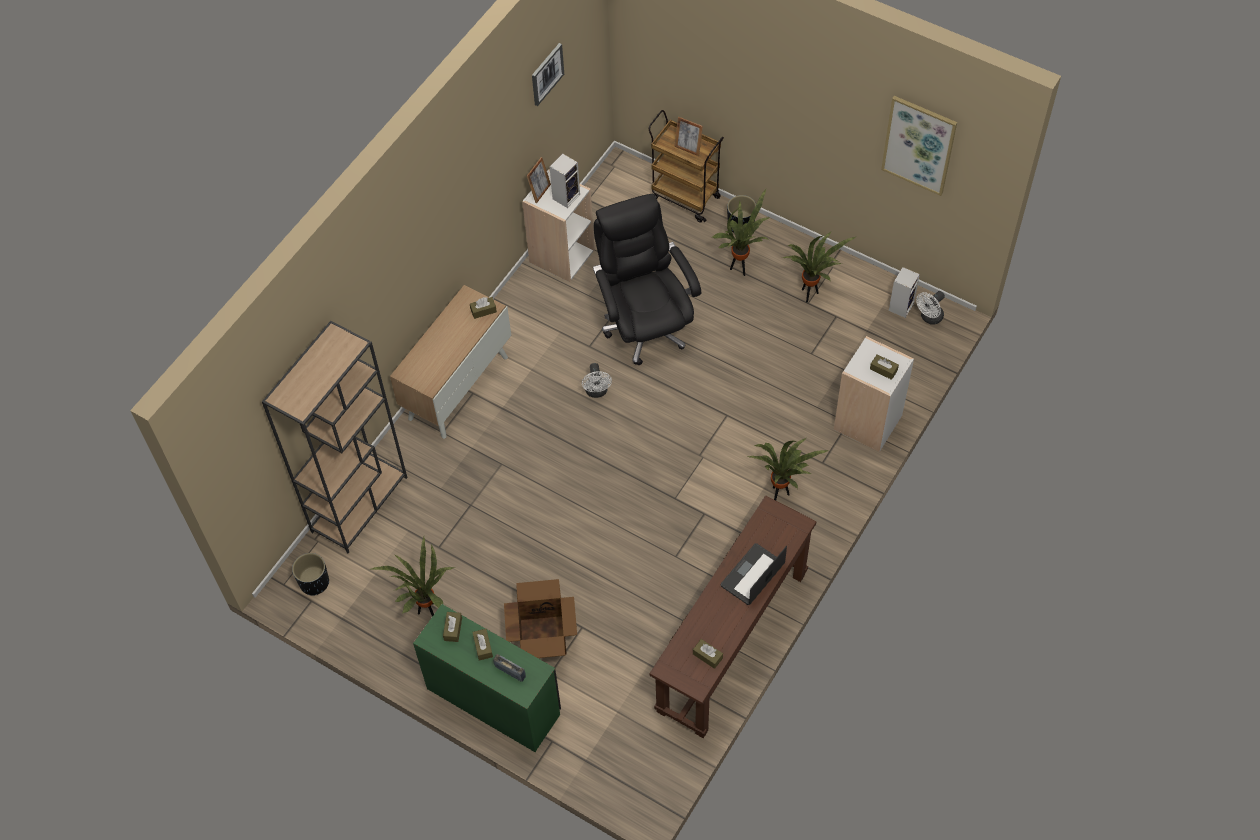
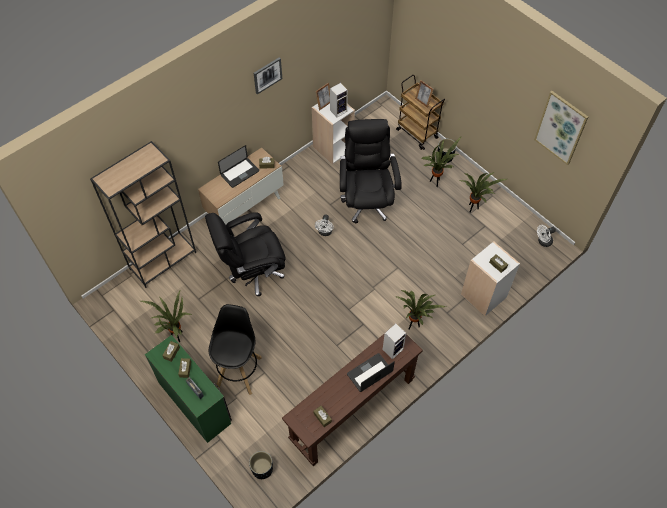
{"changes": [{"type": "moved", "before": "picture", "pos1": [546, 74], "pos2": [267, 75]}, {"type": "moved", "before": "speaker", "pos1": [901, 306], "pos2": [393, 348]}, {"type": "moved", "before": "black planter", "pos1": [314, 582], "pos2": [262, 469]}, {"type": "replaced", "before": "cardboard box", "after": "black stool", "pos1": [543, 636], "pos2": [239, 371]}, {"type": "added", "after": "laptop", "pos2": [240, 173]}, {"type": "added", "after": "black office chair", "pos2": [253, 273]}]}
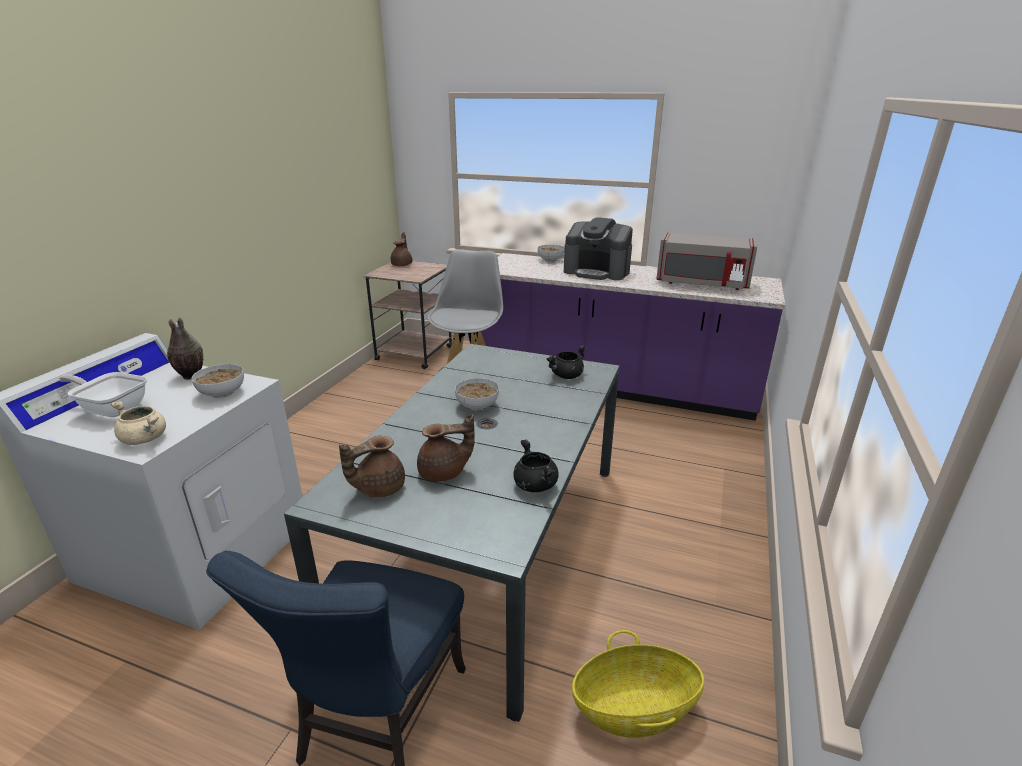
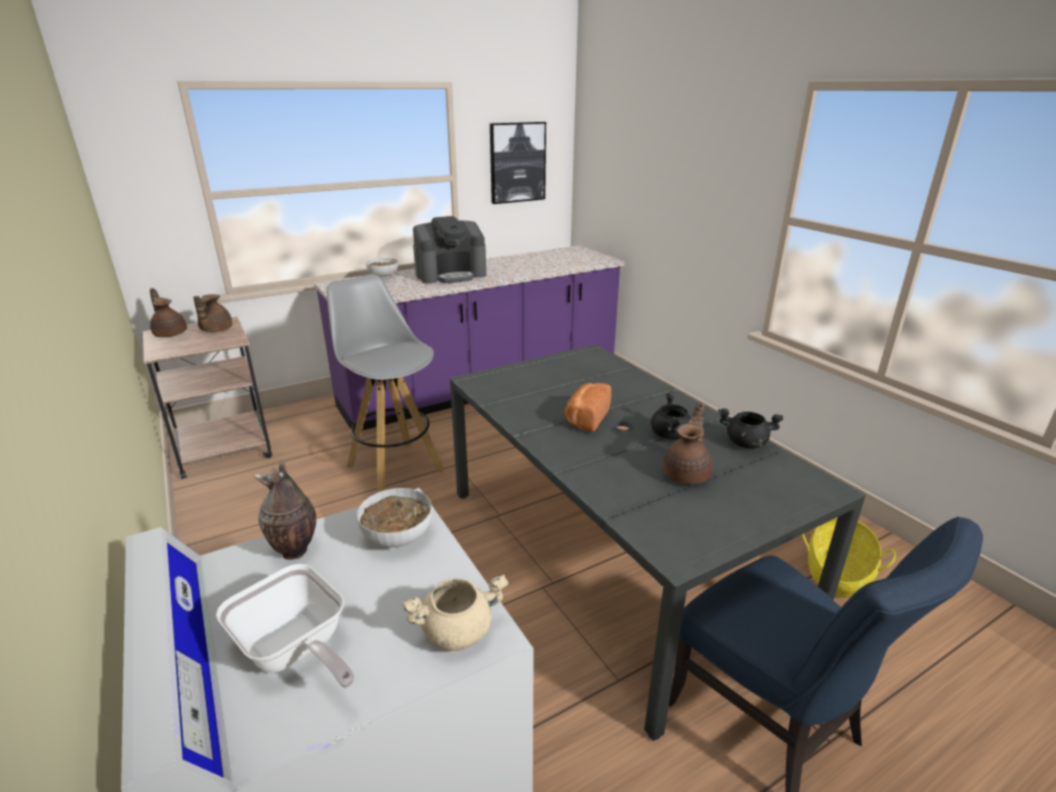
{"changes": [{"type": "removed", "before": "grey microwave", "pos1": [701, 284]}, {"type": "moved", "before": "black cooking pot", "pos1": [566, 376], "pos2": [671, 435]}, {"type": "turned", "before": "frying pan", "pos1": [111, 408], "pos2": [295, 651], "turn": -105}, {"type": "replaced", "before": "bowl", "after": "bread", "pos1": [477, 406], "pos2": [586, 418]}, {"type": "moved", "before": "brown teapot", "pos1": [378, 488], "pos2": [215, 330]}, {"type": "added", "after": "picture", "pos2": [517, 162]}]}
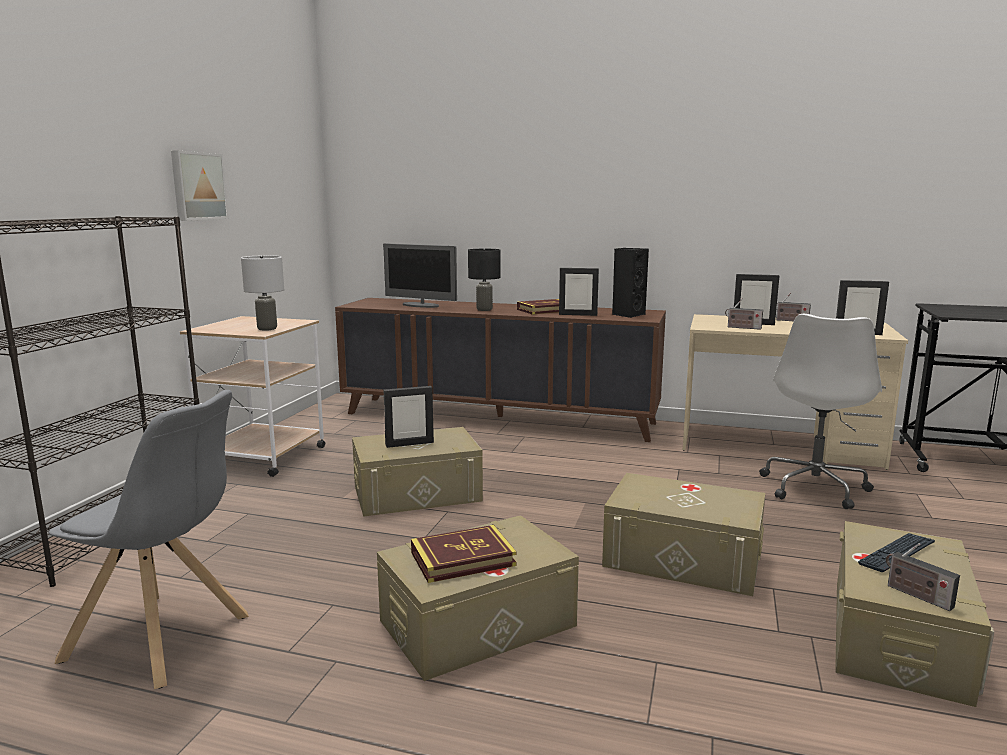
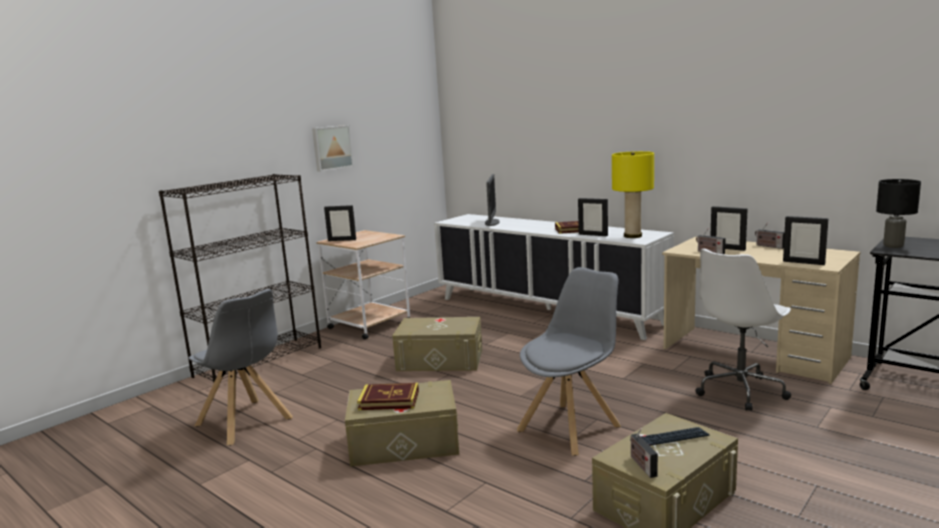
{"changes": [{"type": "turned", "before": "monitor", "pos1": [420, 305], "pos2": [492, 222], "turn": -135}, {"type": "moved", "before": "black table lamp", "pos1": [485, 310], "pos2": [894, 246]}, {"type": "replaced", "before": "black speaker", "after": "yellow table lamp", "pos1": [628, 314], "pos2": [632, 236]}, {"type": "removed", "before": "white table lamp", "pos1": [266, 329]}, {"type": "recoloured", "before": "brown cabinet", "after": "white cabinet", "pos1": [498, 418], "pos2": [546, 310]}, {"type": "moved", "before": "picture frame", "pos1": [409, 443], "pos2": [342, 240]}, {"type": "replaced", "before": "beige storage box", "after": "grey chair", "pos1": [682, 559], "pos2": [571, 426]}]}
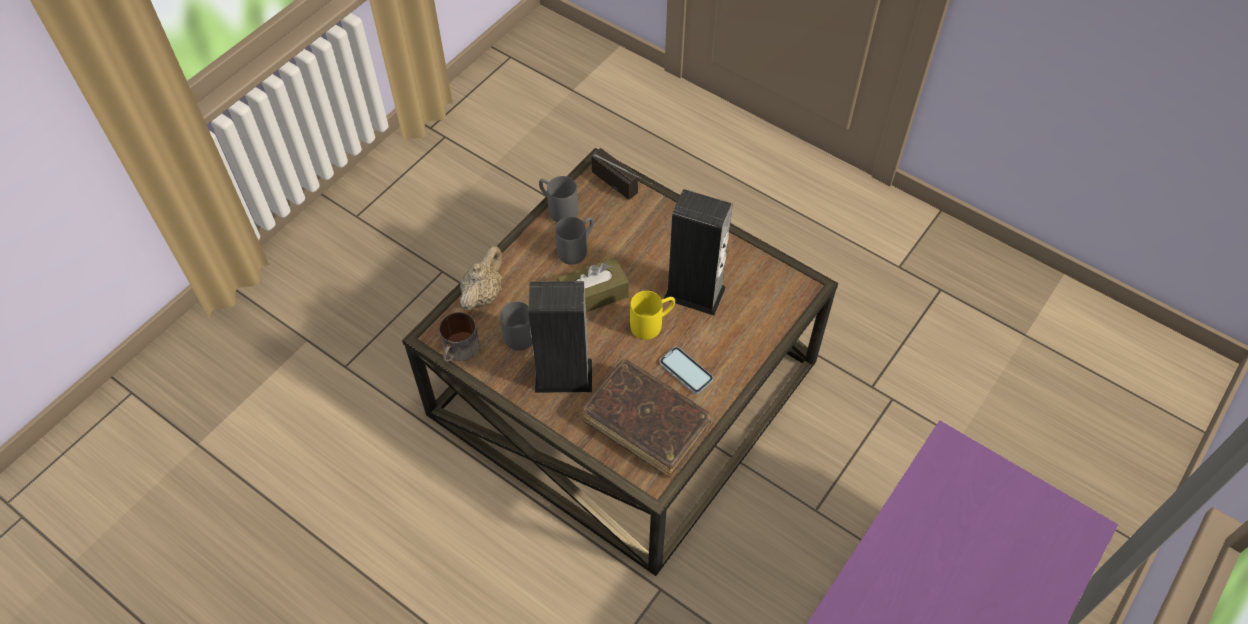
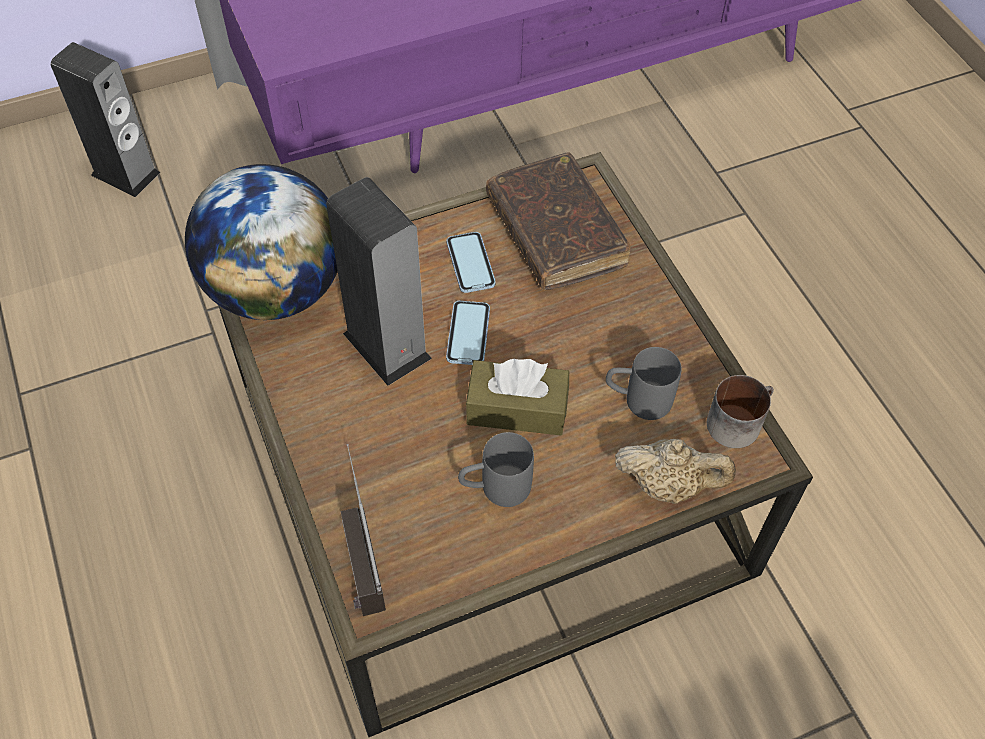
{"changes": [{"type": "removed", "before": "grey mug", "pos1": [557, 209]}, {"type": "turned", "before": "beige teapot", "pos1": [483, 294], "pos2": [668, 485], "turn": -135}, {"type": "moved", "before": "speaker", "pos1": [563, 375], "pos2": [125, 174]}, {"type": "replaced", "before": "yellow mug", "after": "phone", "pos1": [652, 324], "pos2": [468, 334]}, {"type": "added", "after": "globe", "pos2": [276, 289]}]}
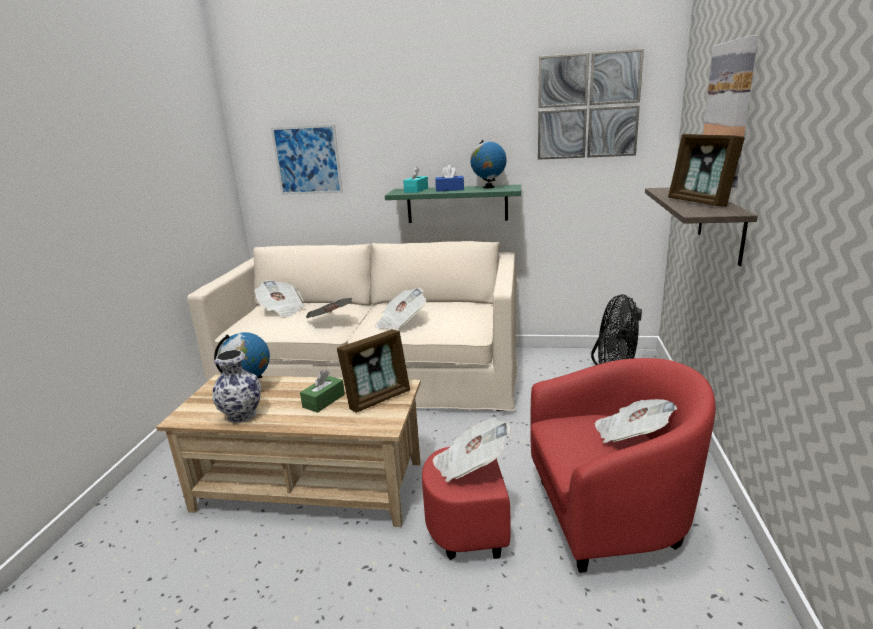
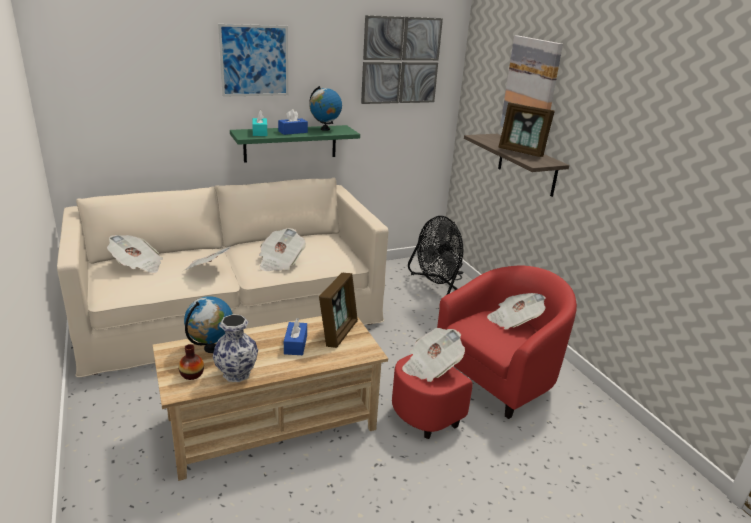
{"changes": [{"type": "moved", "before": "picture", "pos1": [307, 160], "pos2": [254, 61]}, {"type": "recoloured", "before": "green tissue box", "after": "blue tissue box", "pos1": [324, 401], "pos2": [295, 344]}, {"type": "added", "after": "vase", "pos2": [192, 374]}]}
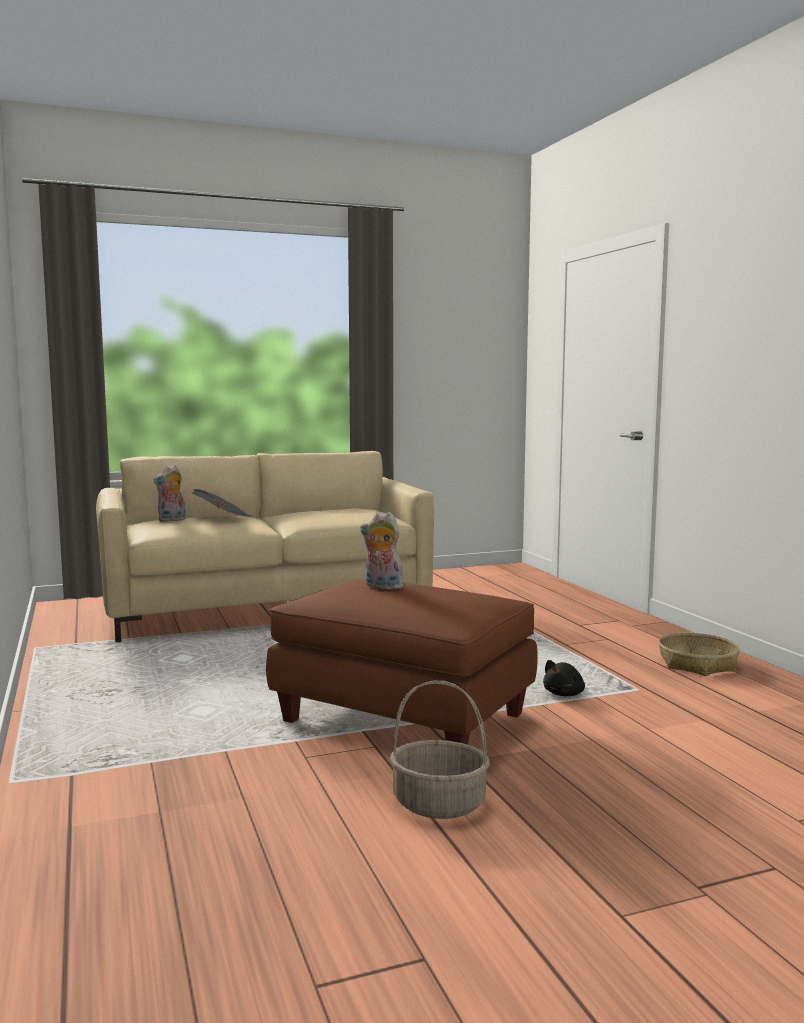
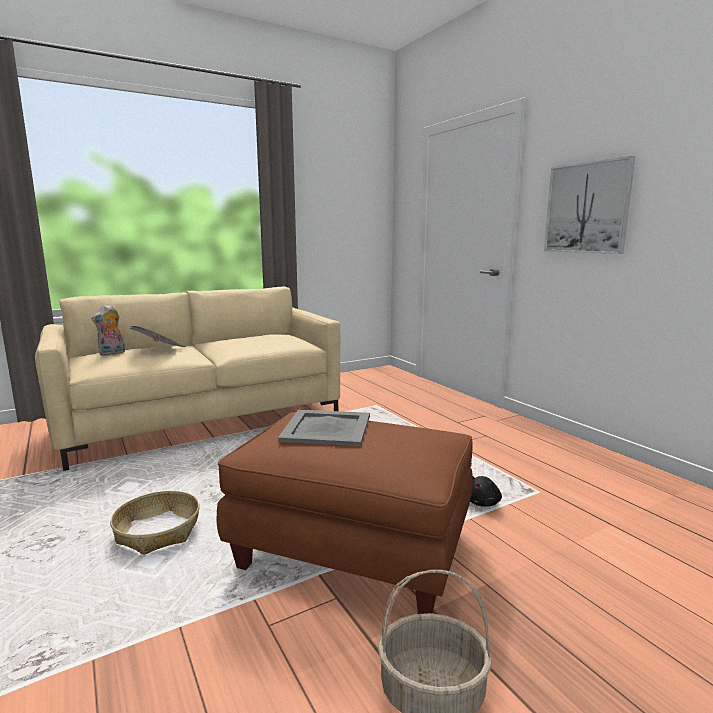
{"changes": [{"type": "replaced", "before": "plush toy", "after": "grey tray", "pos1": [381, 587], "pos2": [327, 427]}, {"type": "moved", "before": "basket", "pos1": [697, 664], "pos2": [157, 531]}, {"type": "added", "after": "picture", "pos2": [587, 208]}]}
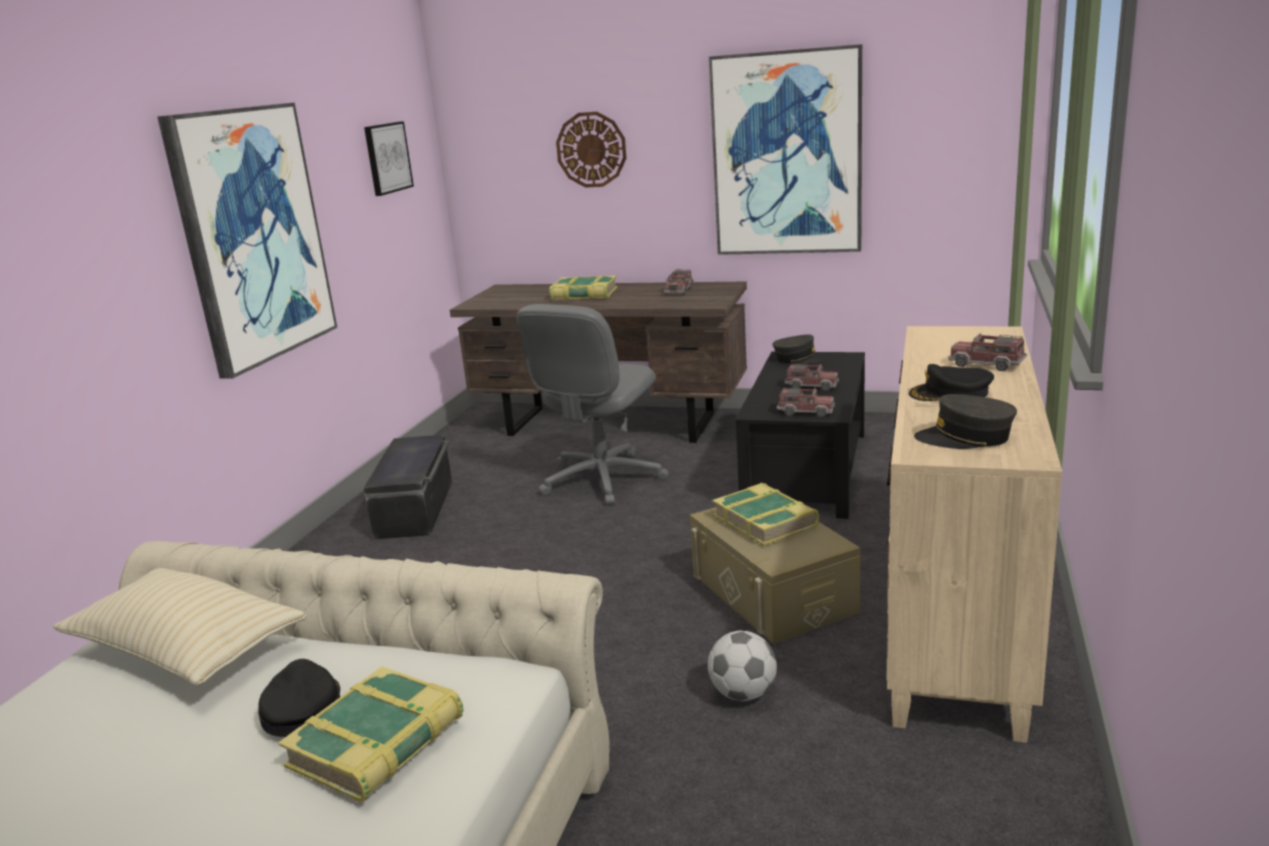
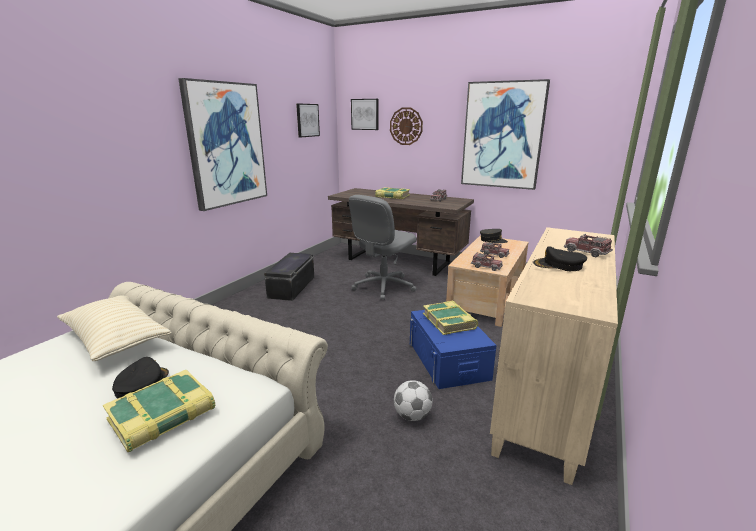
{"changes": [{"type": "recoloured", "before": "black coffee table", "after": "beige coffee table", "pos1": [805, 470], "pos2": [486, 298]}, {"type": "removed", "before": "grey cap", "pos1": [965, 438]}, {"type": "recoloured", "before": "beige storage box", "after": "blue storage box", "pos1": [772, 592], "pos2": [448, 360]}, {"type": "added", "after": "picture", "pos2": [365, 114]}]}
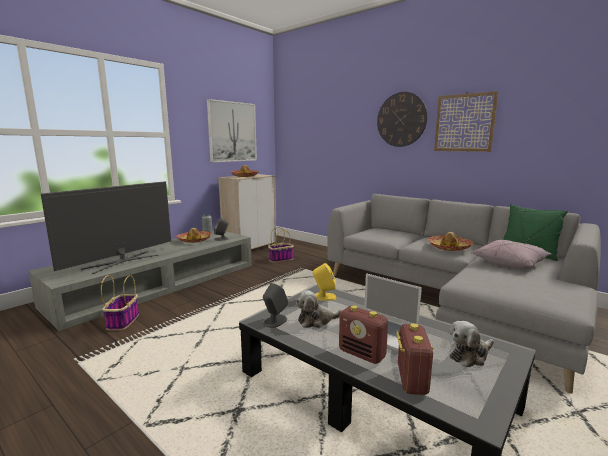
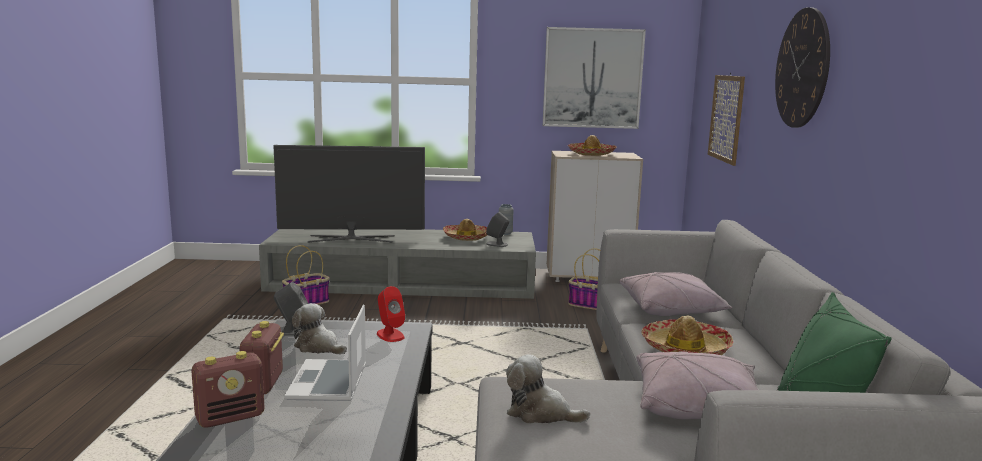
{"changes": [{"type": "moved", "before": "picture", "pos1": [464, 121], "pos2": [726, 116]}, {"type": "recoloured", "before": "yellow speaker", "after": "red speaker", "pos1": [324, 297], "pos2": [390, 335]}, {"type": "moved", "before": "plush toy", "pos1": [469, 355], "pos2": [540, 413]}, {"type": "added", "after": "purple pillow", "pos2": [671, 309]}]}
